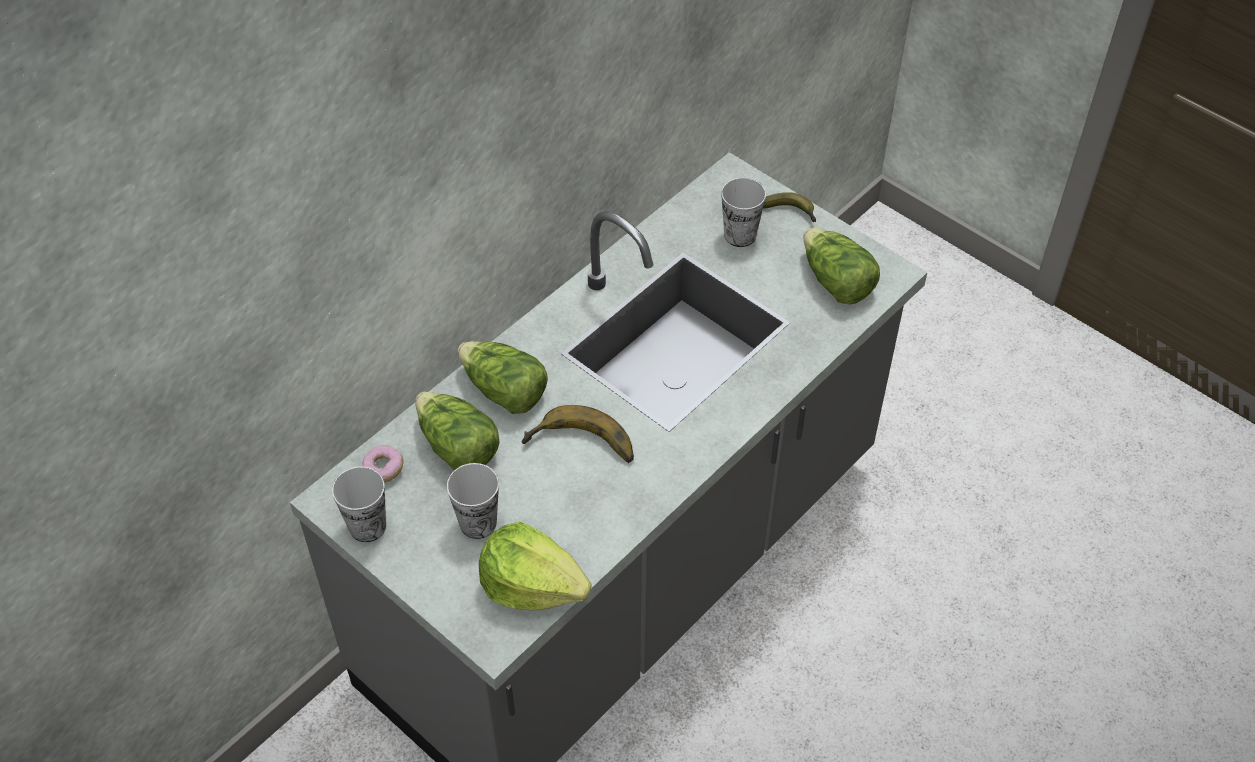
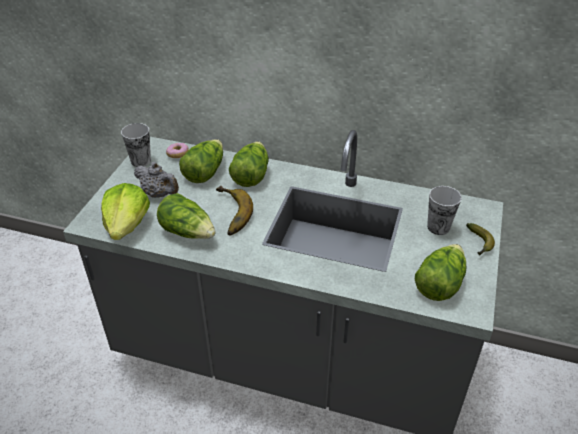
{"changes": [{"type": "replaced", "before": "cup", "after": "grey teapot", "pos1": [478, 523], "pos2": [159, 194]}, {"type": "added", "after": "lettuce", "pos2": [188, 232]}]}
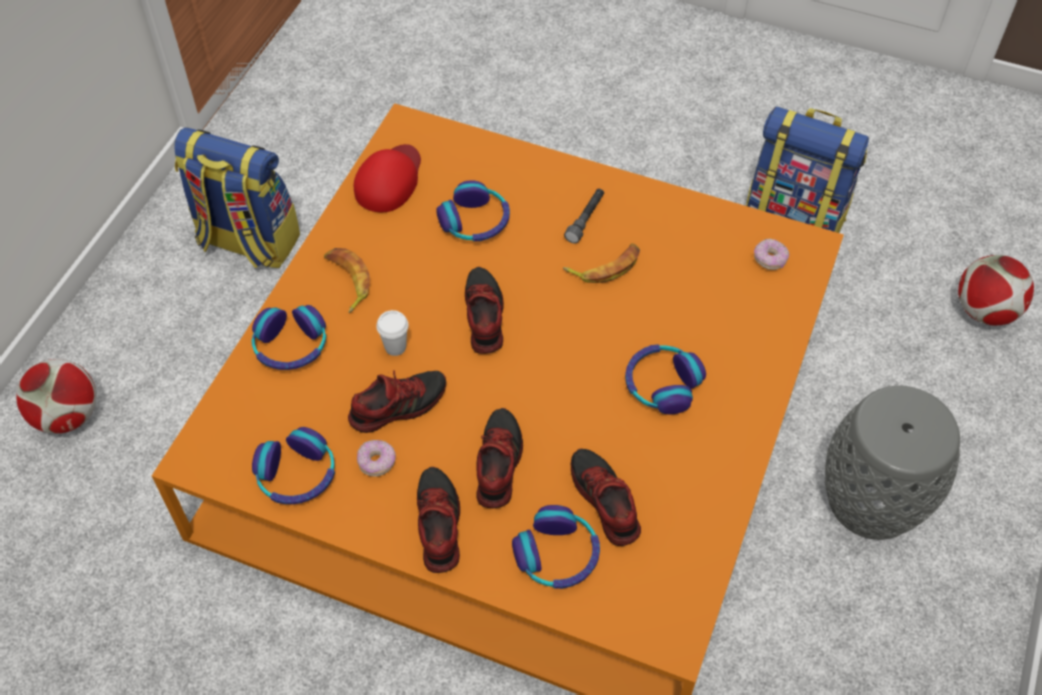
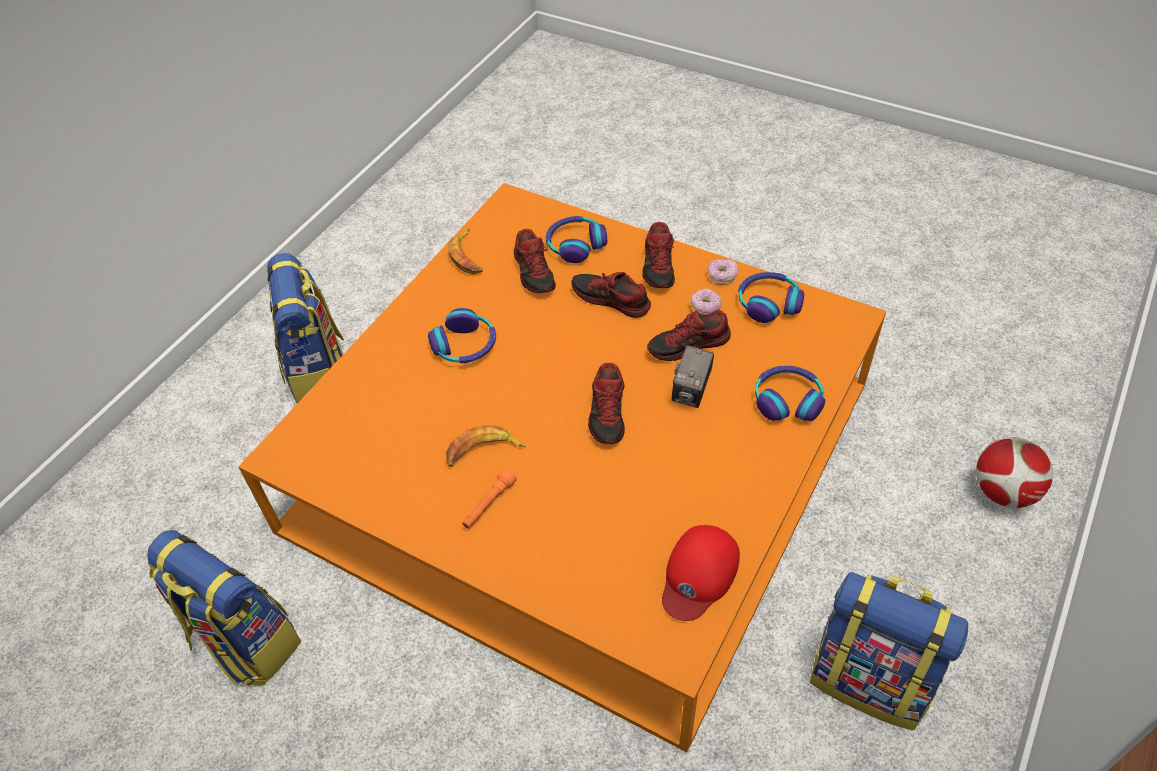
{"changes": [{"type": "removed", "before": "headphones", "pos1": [475, 221]}, {"type": "recoloured", "before": "grey flashlight", "after": "orange flashlight", "pos1": [585, 219], "pos2": [489, 504]}, {"type": "moved", "before": "donut", "pos1": [770, 259], "pos2": [722, 276]}, {"type": "moved", "before": "banana", "pos1": [347, 281], "pos2": [467, 256]}, {"type": "removed", "before": "football", "pos1": [985, 311]}, {"type": "replaced", "before": "white cup", "after": "photo camera", "pos1": [395, 347], "pos2": [691, 392]}, {"type": "replaced", "before": "grey stool", "after": "backpack", "pos1": [871, 500], "pos2": [319, 371]}, {"type": "turned", "before": "shoe", "pos1": [497, 463], "pos2": [610, 300], "turn": 105}]}
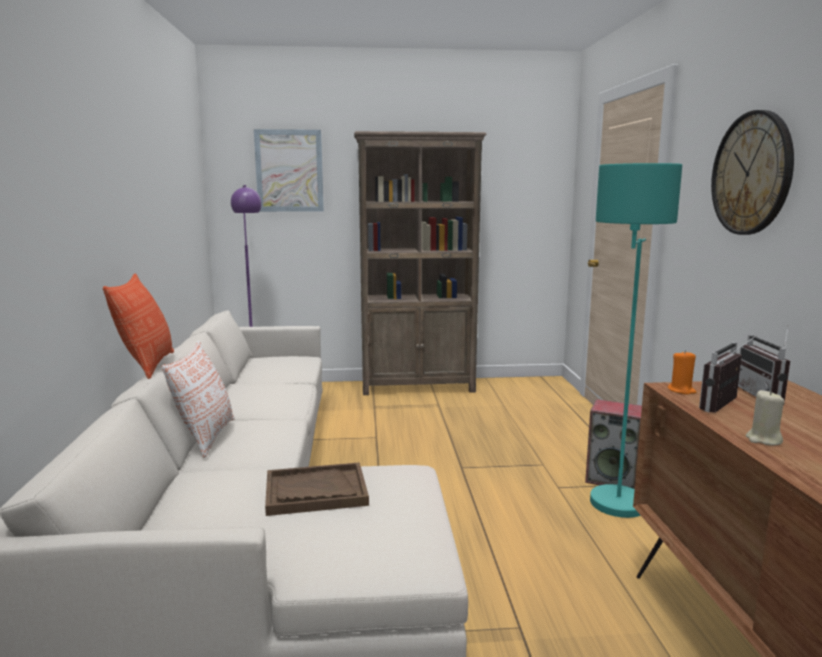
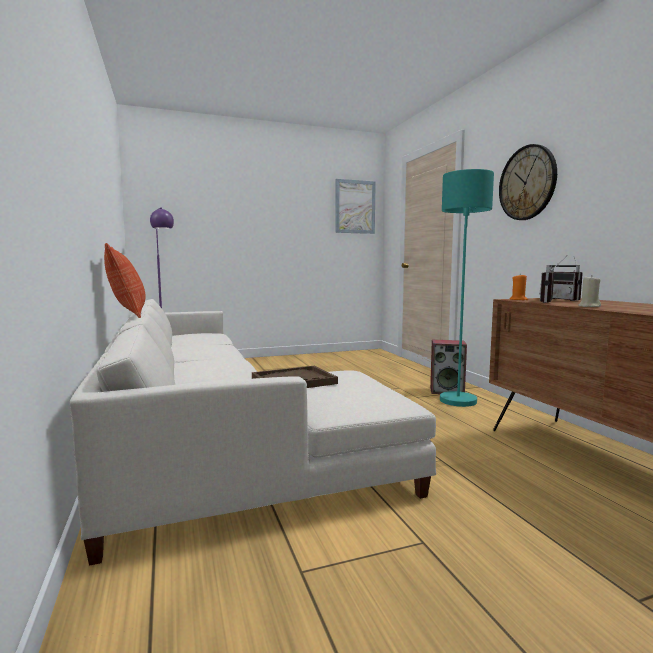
{"changes": [{"type": "moved", "before": "picture", "pos1": [289, 171], "pos2": [355, 207]}, {"type": "removed", "before": "brown bookcase", "pos1": [418, 386]}, {"type": "removed", "before": "white pillow", "pos1": [206, 437]}]}
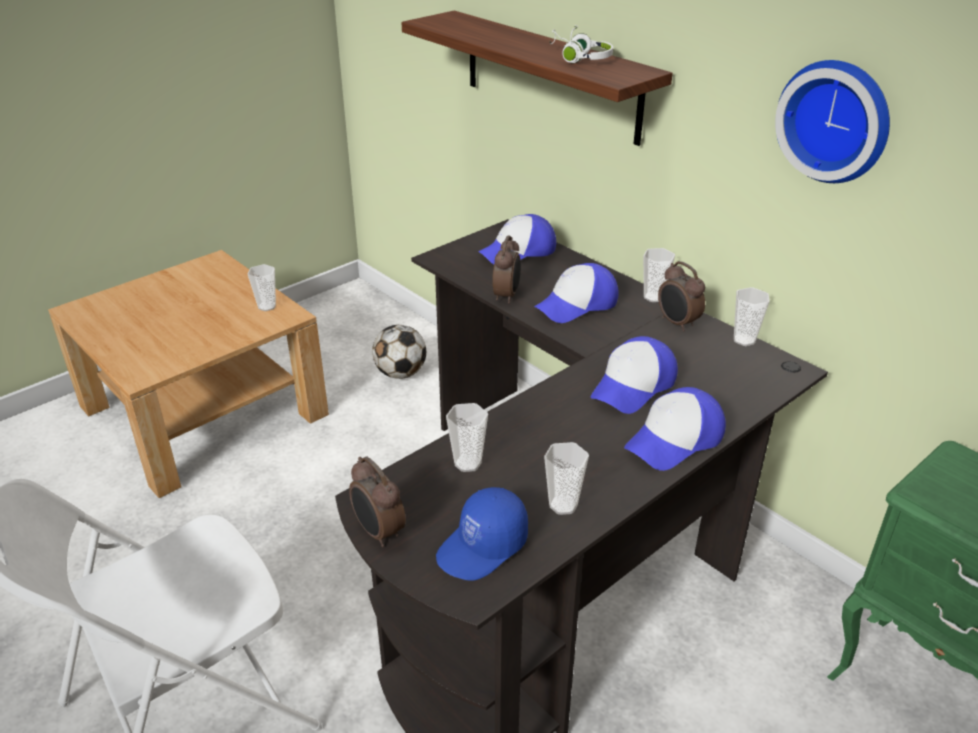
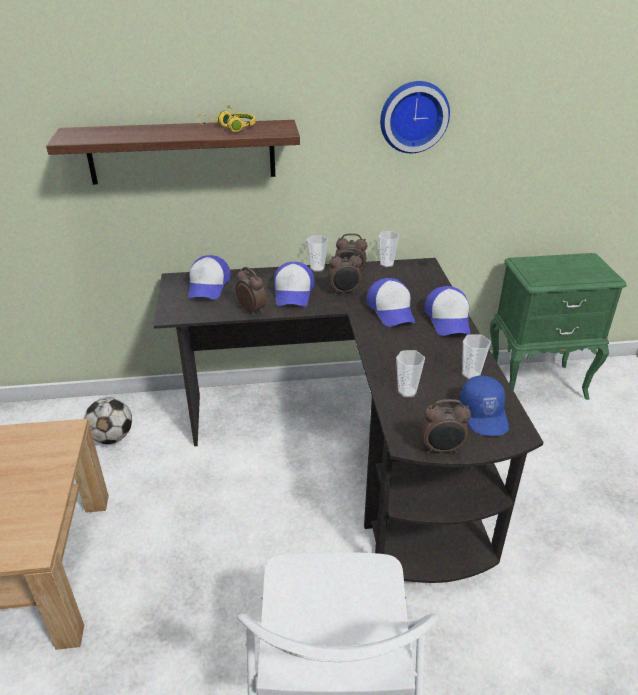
{"changes": [{"type": "recoloured", "before": "white headphones", "after": "yellow headphones", "pos1": [578, 58], "pos2": [230, 128]}, {"type": "removed", "before": "cup", "pos1": [267, 306]}, {"type": "added", "after": "alarm clock", "pos2": [344, 292]}]}
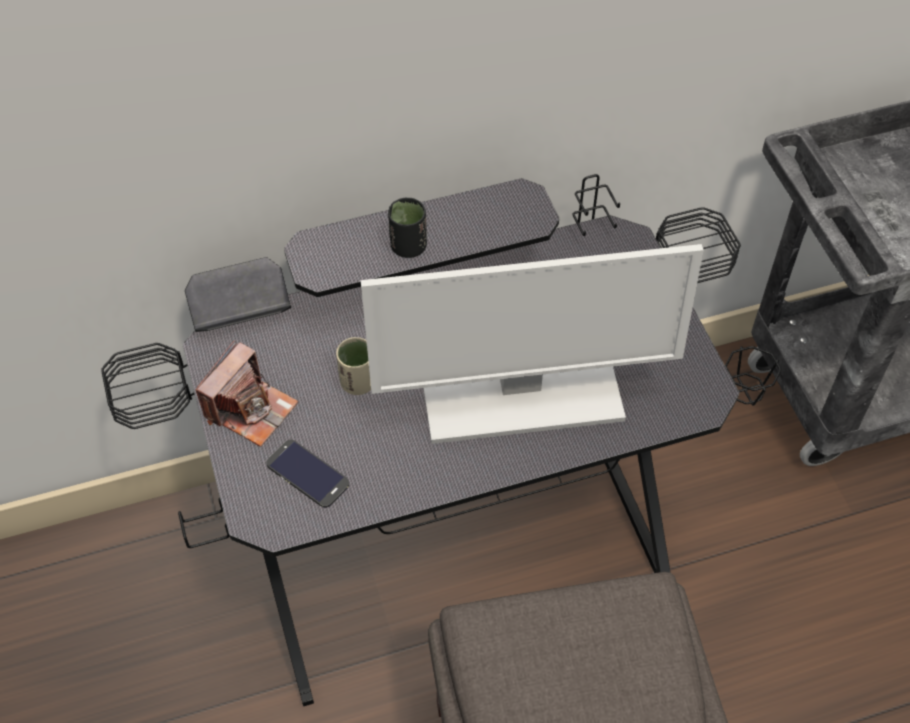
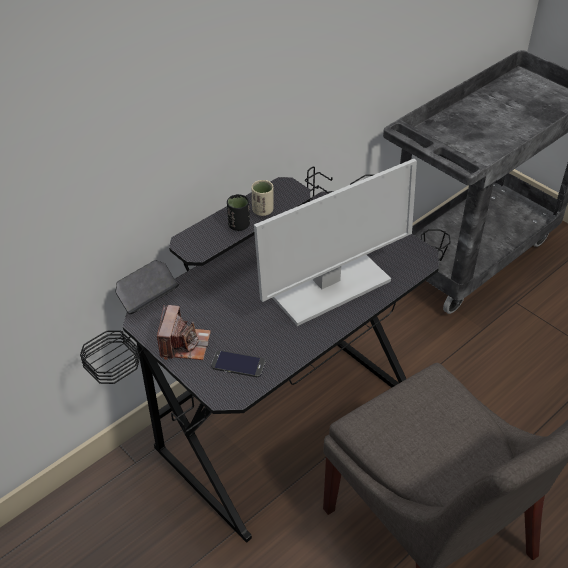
{"changes": [{"type": "moved", "before": "beige cup", "pos1": [358, 382], "pos2": [262, 210]}]}
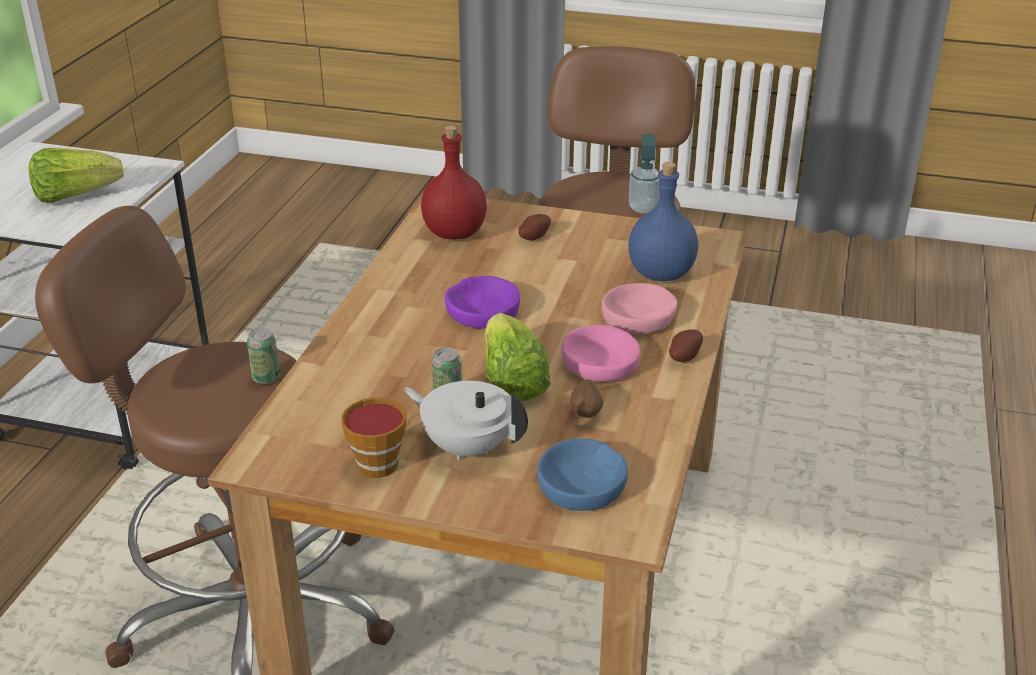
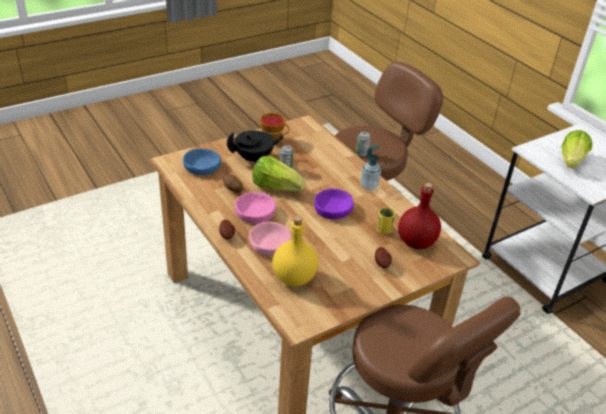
{"changes": [{"type": "moved", "before": "soap dispenser", "pos1": [643, 208], "pos2": [369, 186]}, {"type": "recoloured", "before": "blue bottle", "after": "yellow bottle", "pos1": [660, 274], "pos2": [294, 277]}, {"type": "recoloured", "before": "white teapot", "after": "black teapot", "pos1": [467, 446], "pos2": [254, 158]}, {"type": "added", "after": "yellow cup", "pos2": [384, 230]}]}
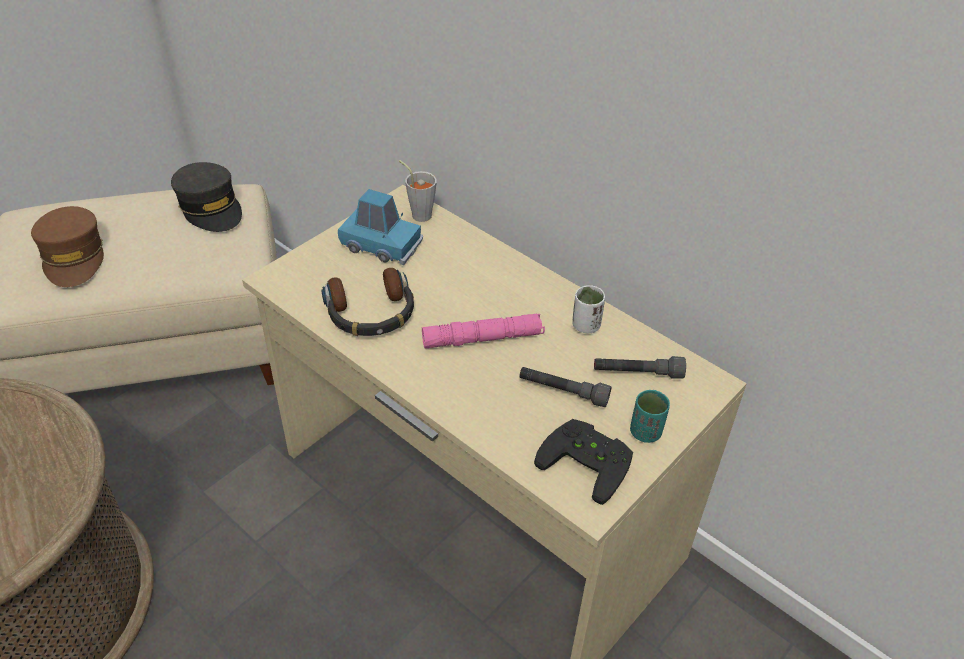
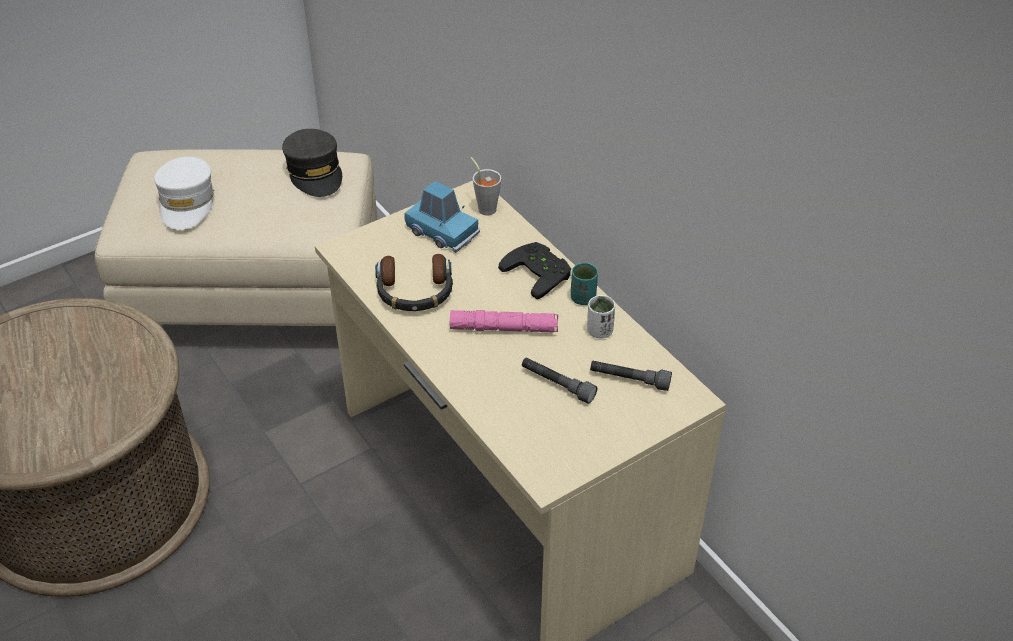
{"changes": [{"type": "recoloured", "before": "brown cap", "after": "white cap", "pos1": [73, 257], "pos2": [187, 202]}, {"type": "moved", "before": "turquoise cup", "pos1": [645, 432], "pos2": [583, 298]}, {"type": "moved", "before": "black game controller", "pos1": [589, 460], "pos2": [540, 272]}]}
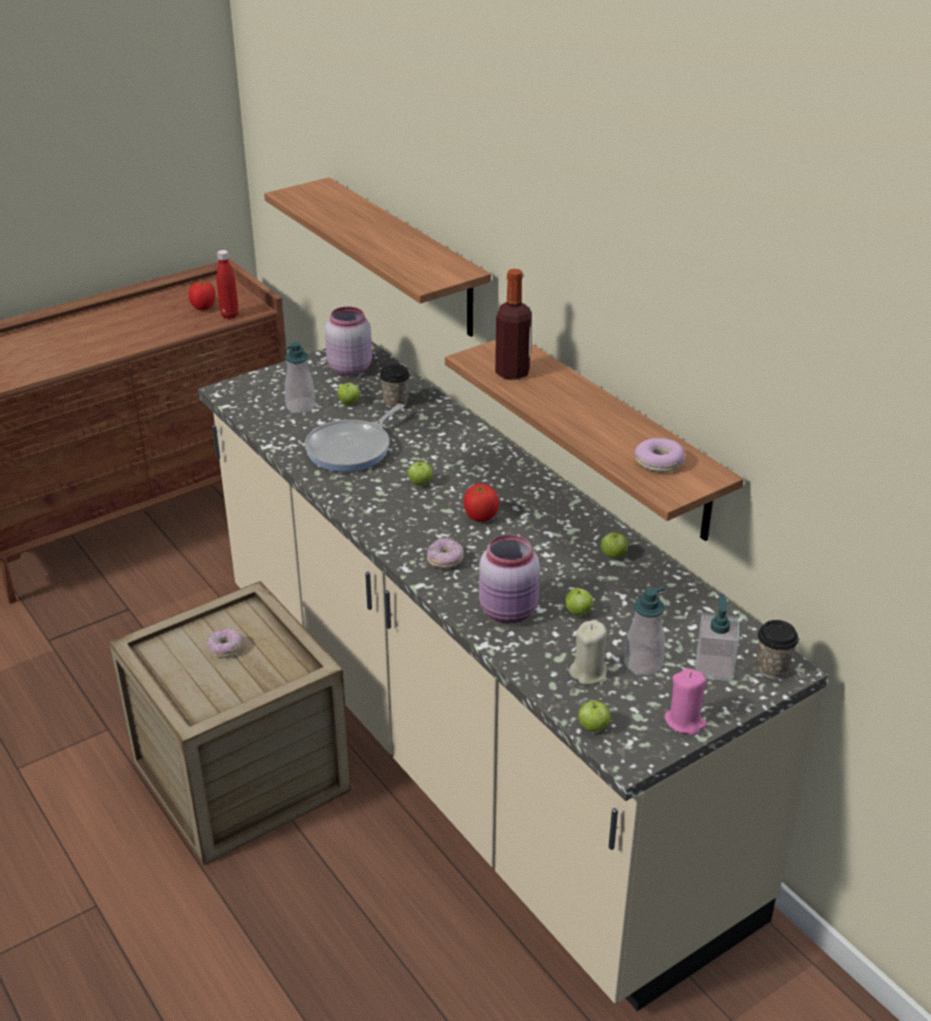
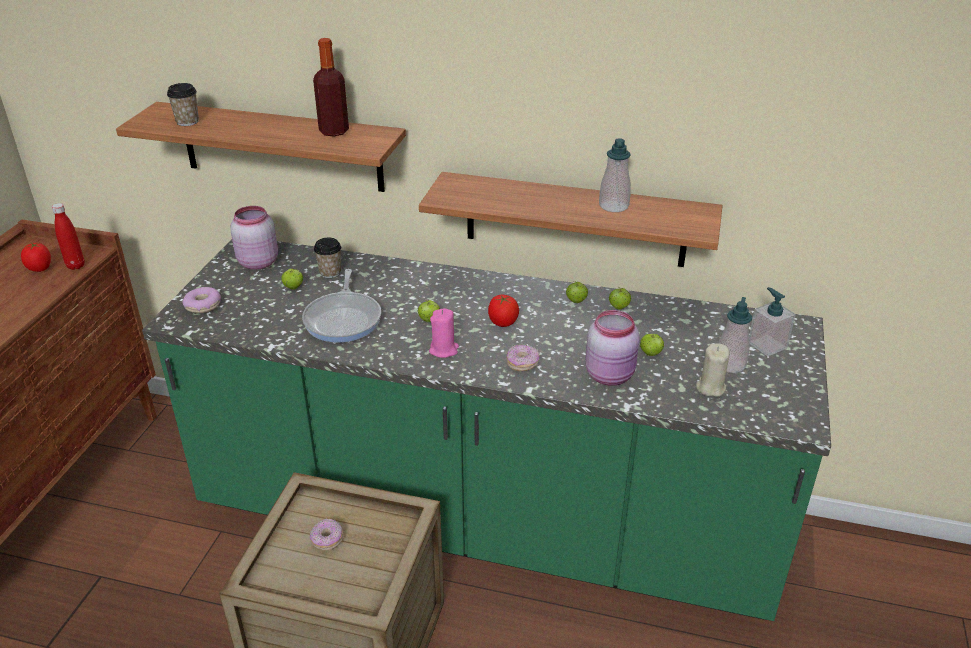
{"changes": [{"type": "moved", "before": "bottle", "pos1": [512, 372], "pos2": [334, 131]}, {"type": "recoloured", "before": "beige counter", "after": "green counter", "pos1": [465, 745], "pos2": [485, 521]}, {"type": "moved", "before": "soap dispenser", "pos1": [300, 406], "pos2": [613, 206]}, {"type": "moved", "before": "donut", "pos1": [659, 462], "pos2": [203, 305]}, {"type": "moved", "before": "cup", "pos1": [772, 669], "pos2": [187, 122]}, {"type": "moved", "before": "pink candle", "pos1": [685, 721], "pos2": [444, 350]}, {"type": "moved", "before": "apple", "pos1": [593, 728], "pos2": [576, 301]}]}
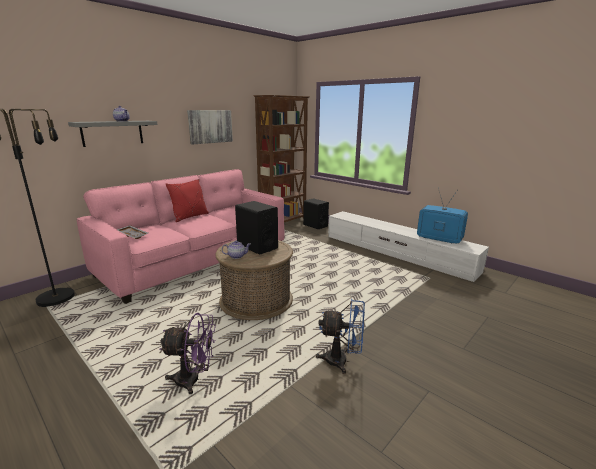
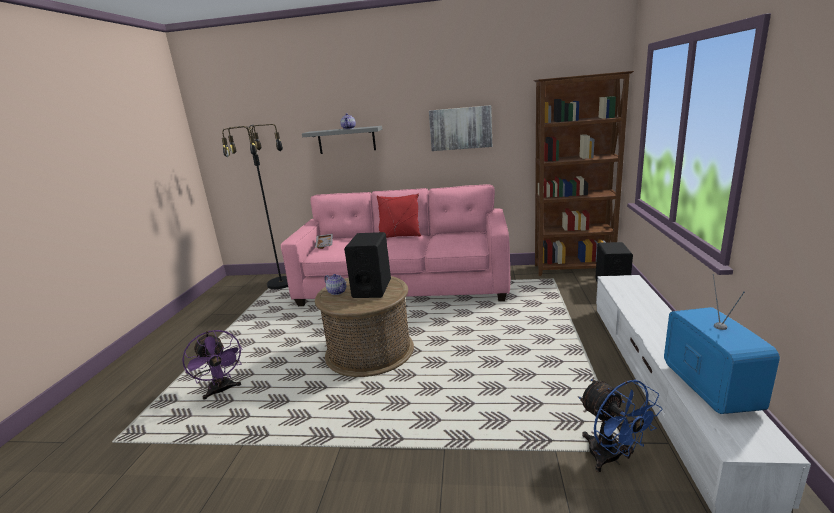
{"changes": [{"type": "moved", "before": "blue fan", "pos1": [342, 361], "pos2": [611, 458]}]}
